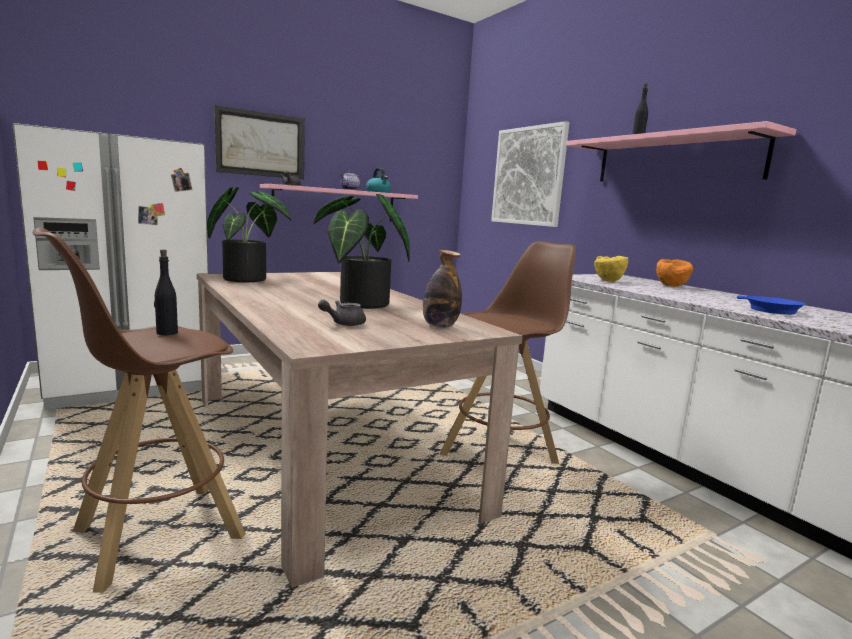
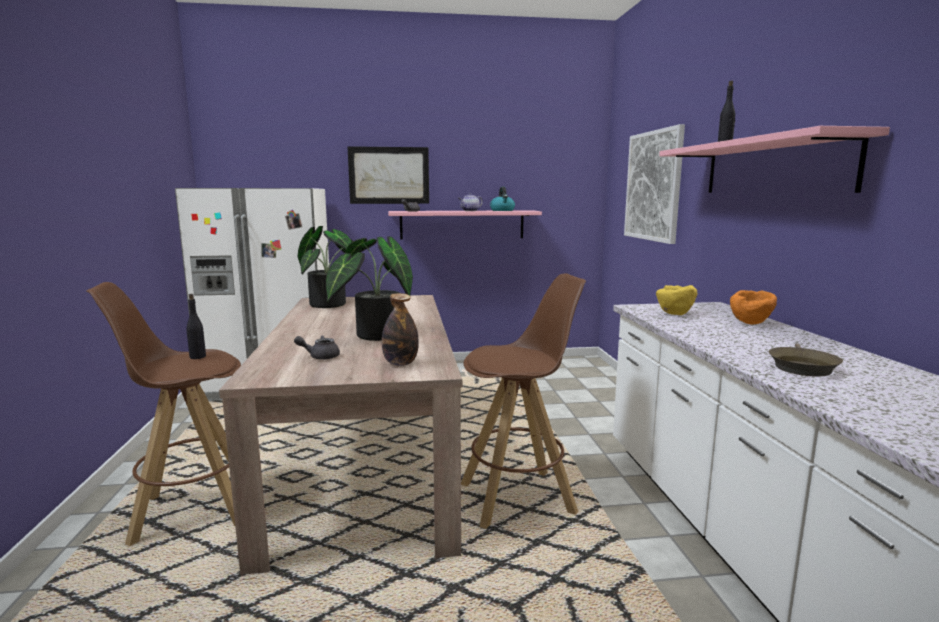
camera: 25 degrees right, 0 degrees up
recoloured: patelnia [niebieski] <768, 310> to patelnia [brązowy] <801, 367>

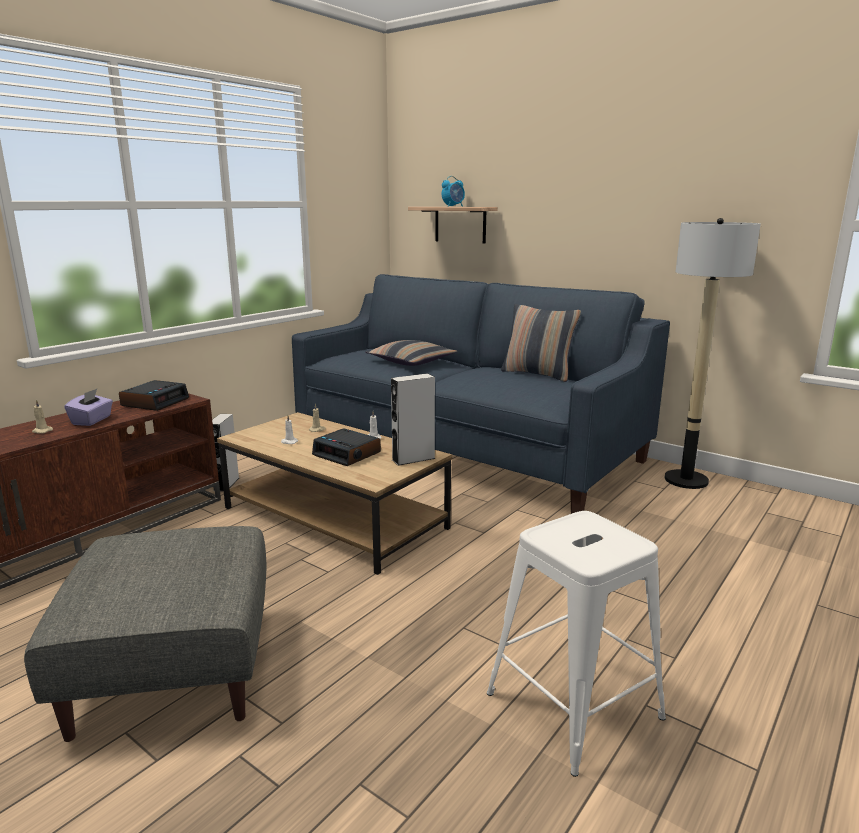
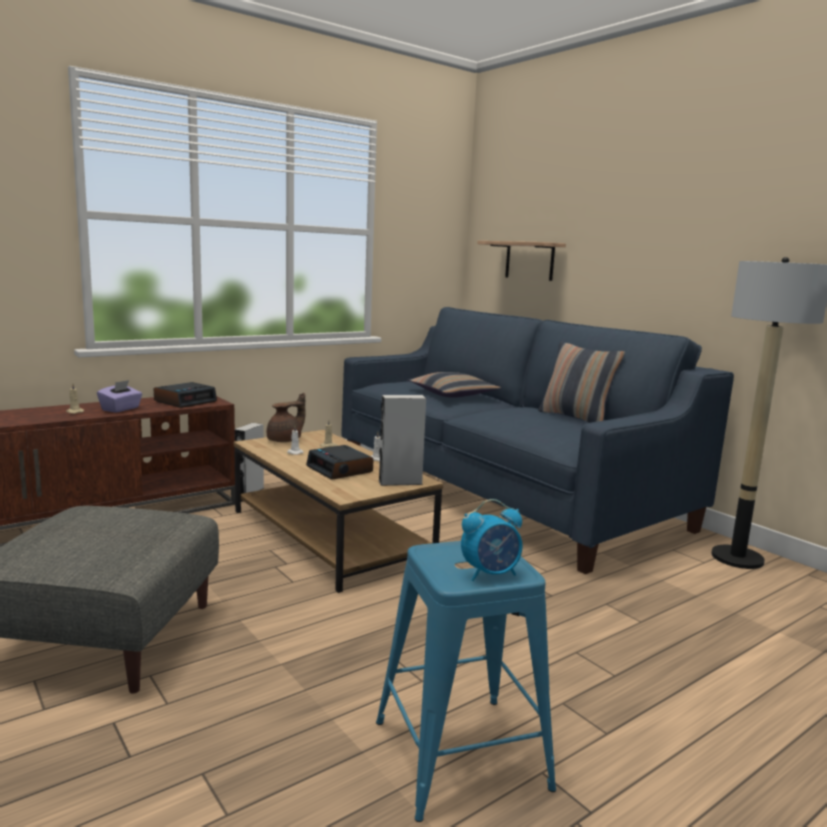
camera: 15 degrees right, 5 degrees down
added: imbryk [brązowy] <286, 440>
moved: budzik <453, 206> to <490, 574>
recoloured: stołek [biały] <573, 706> to stołek [niebieski] <460, 755>

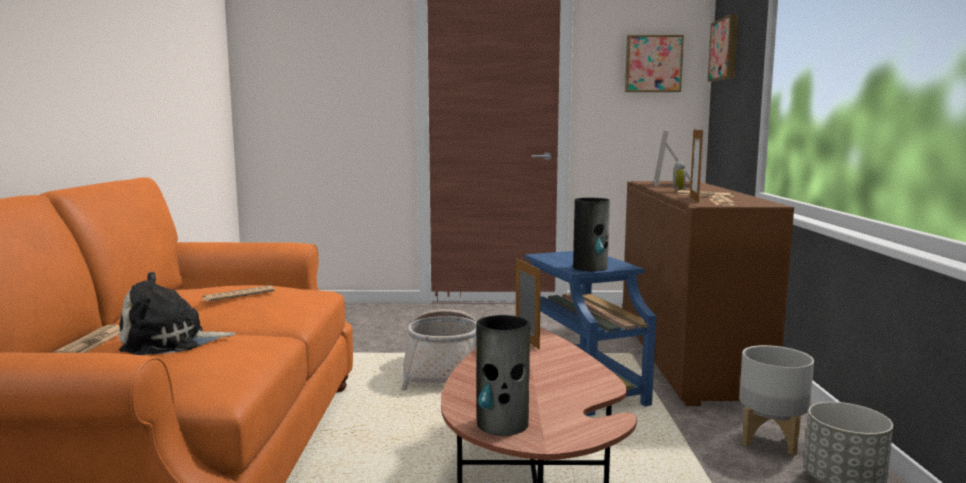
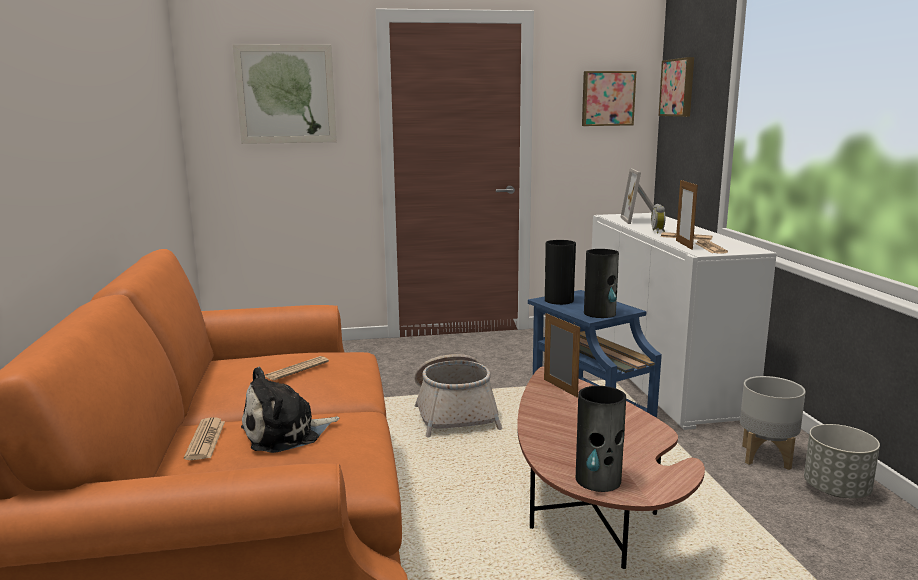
camera: 10 degrees left, 5 degrees up
added: obraz <286, 94>; wazon <558, 300>
recoloured: szafka [brązowy] <686, 355> to szafka [biały] <660, 377>

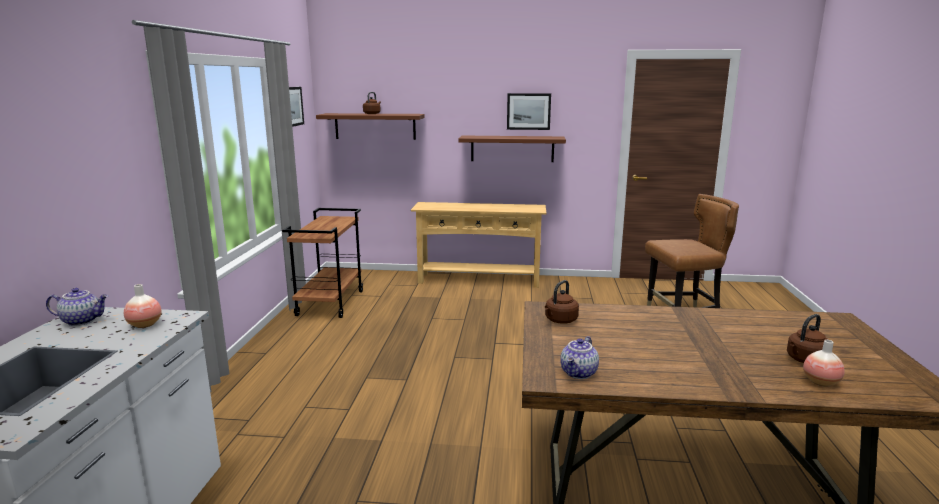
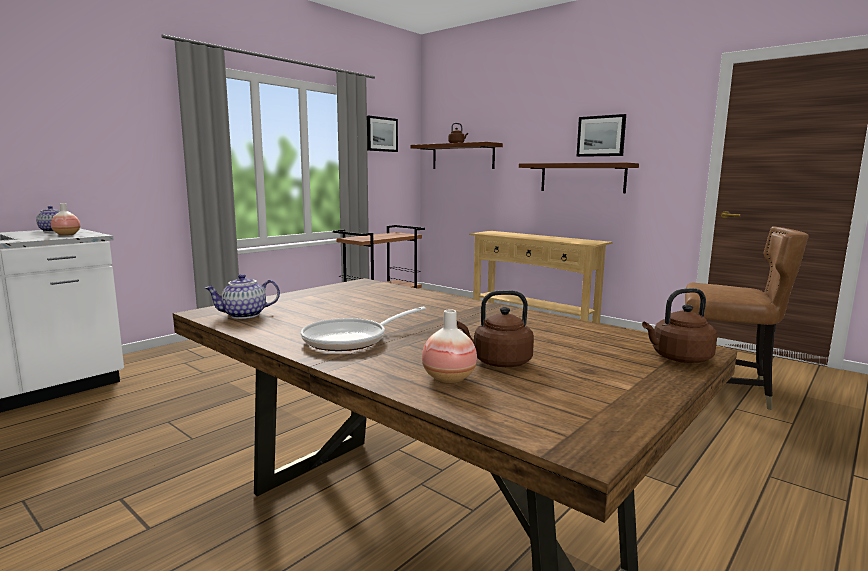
camera: 35 degrees right, 5 degrees down
added: patelnia <351, 340>
moved: czajnik [brązowy] <560, 320> to <678, 358>

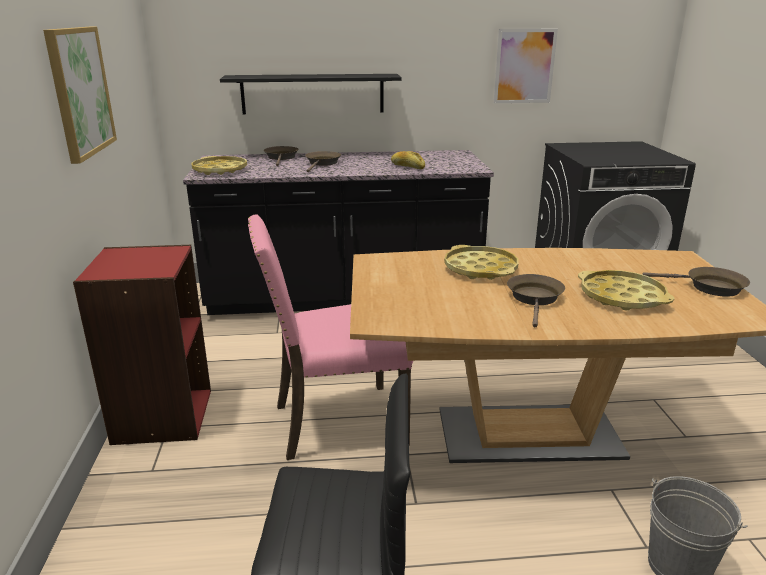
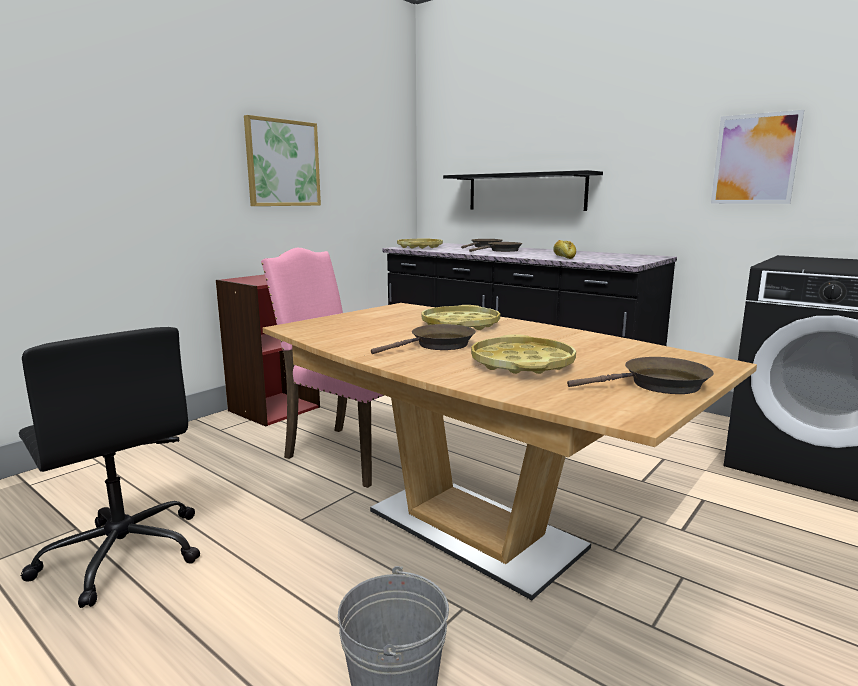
camera: 45 degrees right, 10 degrees down
turned: patelnia [brązowy] <709, 287> = <658, 385> 75 degrees counterclockwise

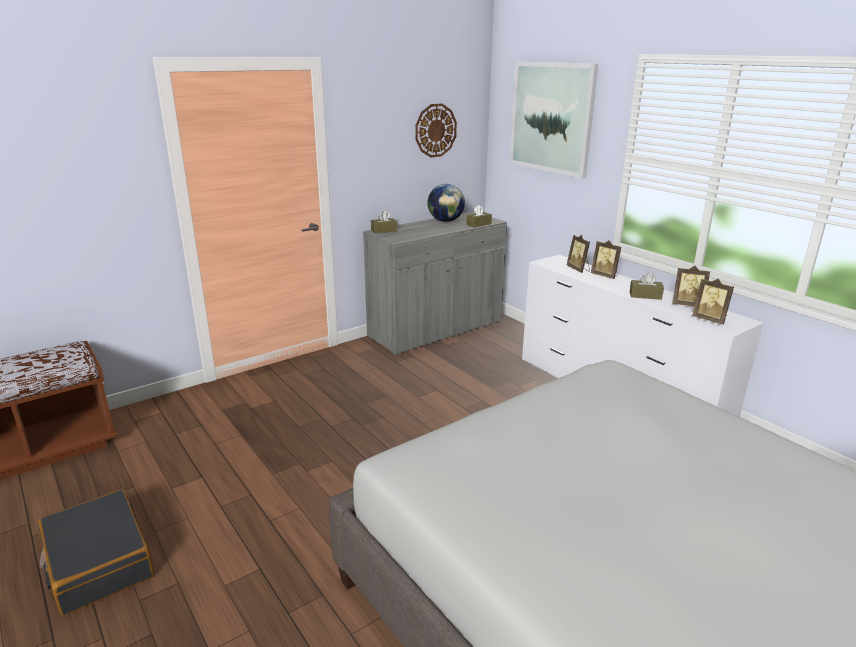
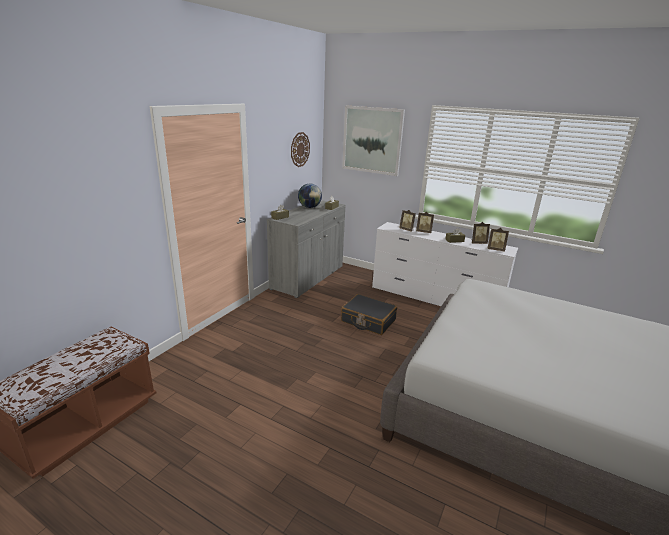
camera: 25 degrees left, 0 degrees up
moved: walizka [czarny] <98, 562> to <368, 321>

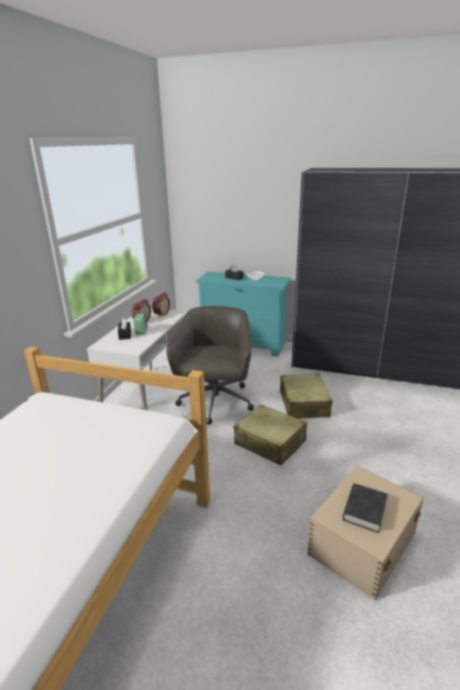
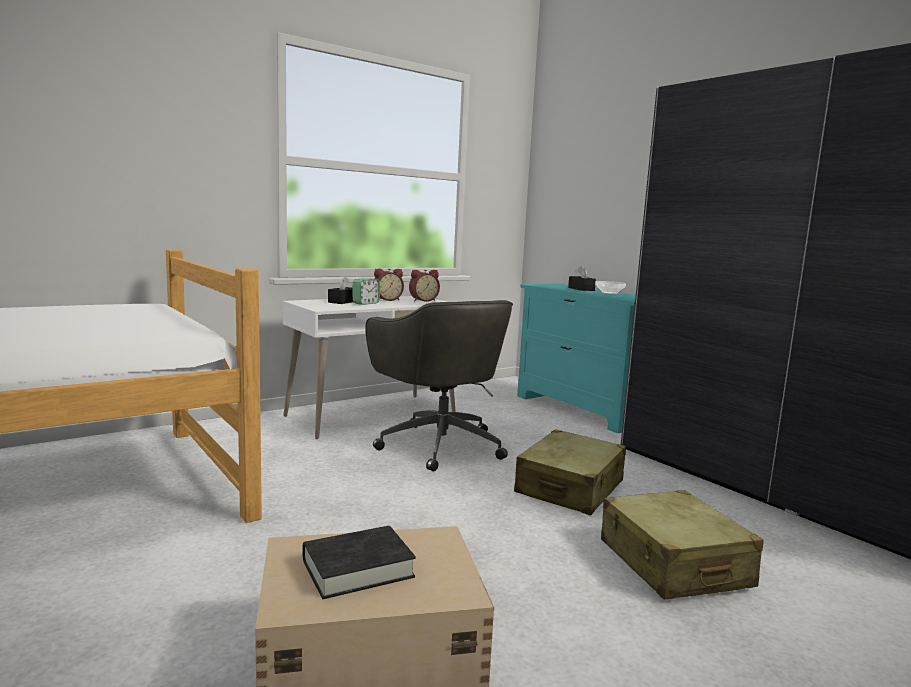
camera: 35 degrees right, 15 degrees down
moved: walizka [beżowy] <270, 443> to <673, 564>
turned: krzesło biurowe [szary] <215, 403> = <439, 444> 105 degrees clockwise

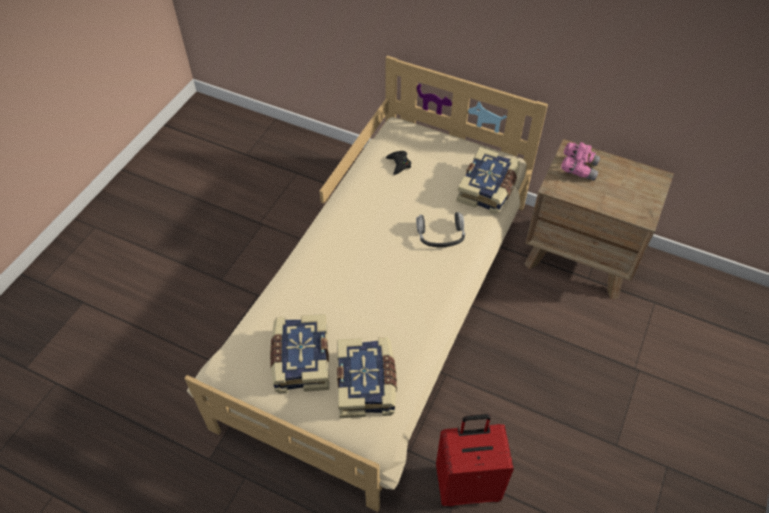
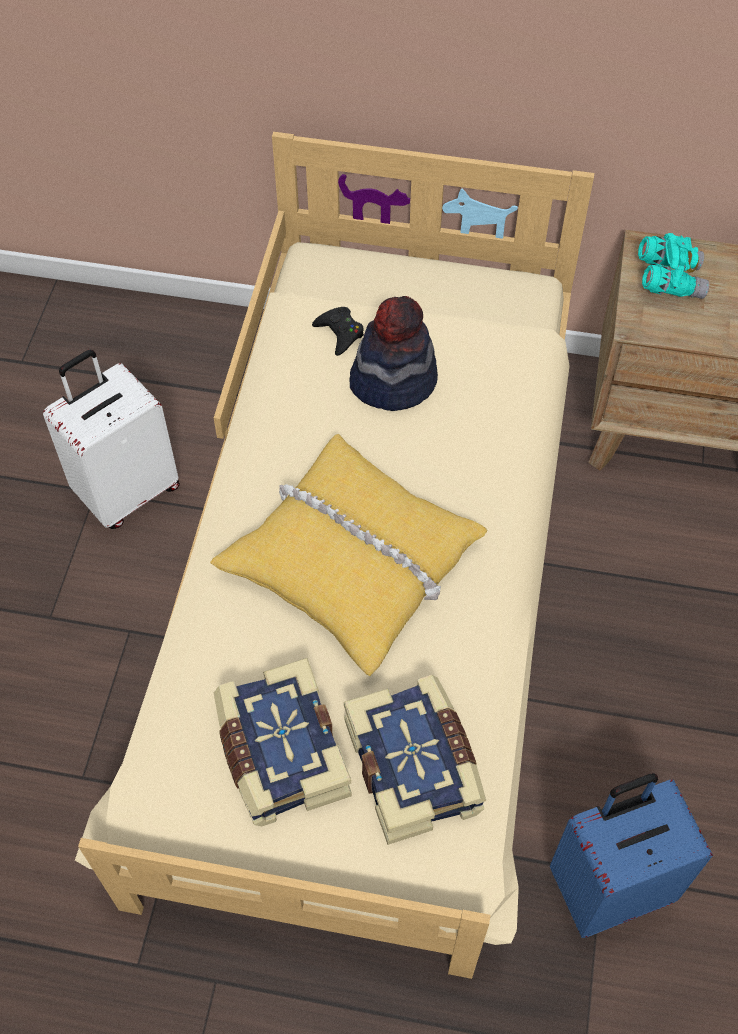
camera: 15 degrees left, 5 degrees up
removed: słuchawki <440, 235>; książka <488, 189>
added: walizka [biały] <127, 490>; poduszka [żółty] <352, 561>; kapelusz <393, 380>
recoloured: walizka [czerwony] <467, 484> to walizka [niebieski] <609, 885>; lornetka [różowy] <578, 168> to lornetka [turkusowy] <668, 280>

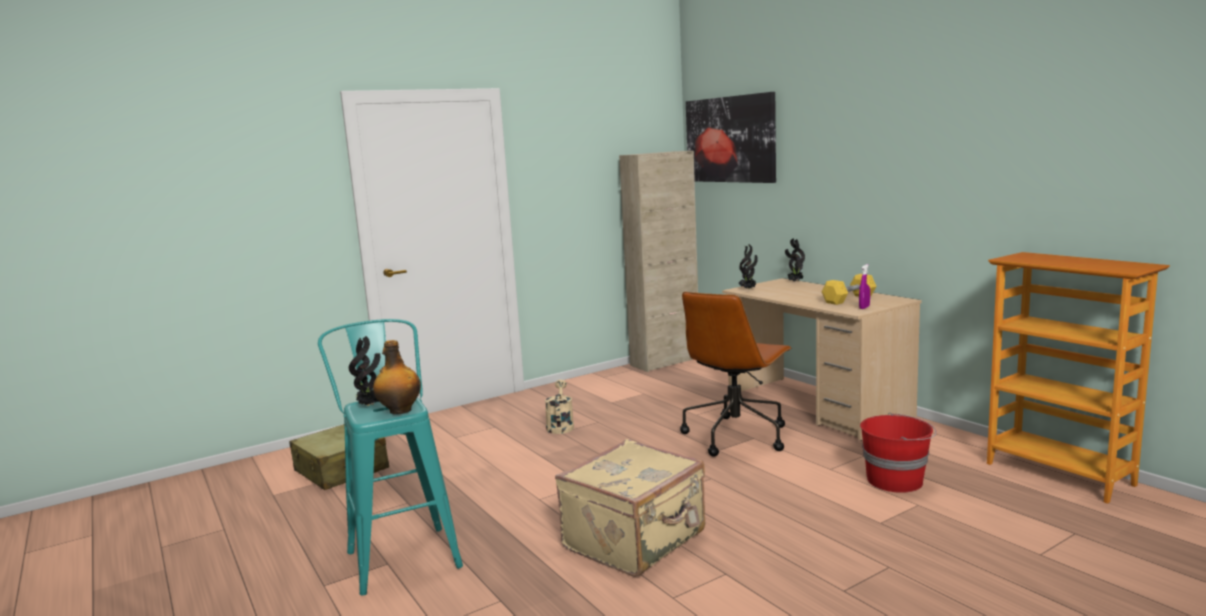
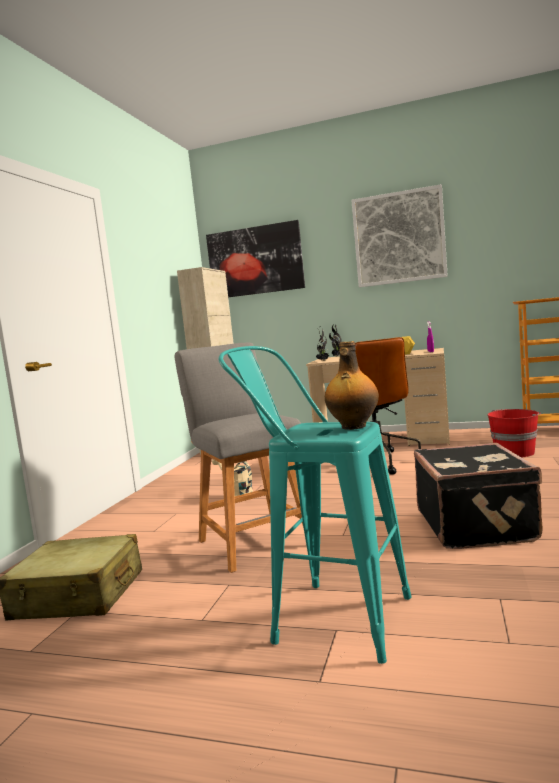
camera: 40 degrees left, 5 degrees down
removed: roślina doniczkowa <370, 405>
added: stołek [szary] <252, 540>; obraz <399, 238>
recoloured: walizka [beżowy] <636, 540> to walizka [czarny] <477, 525>

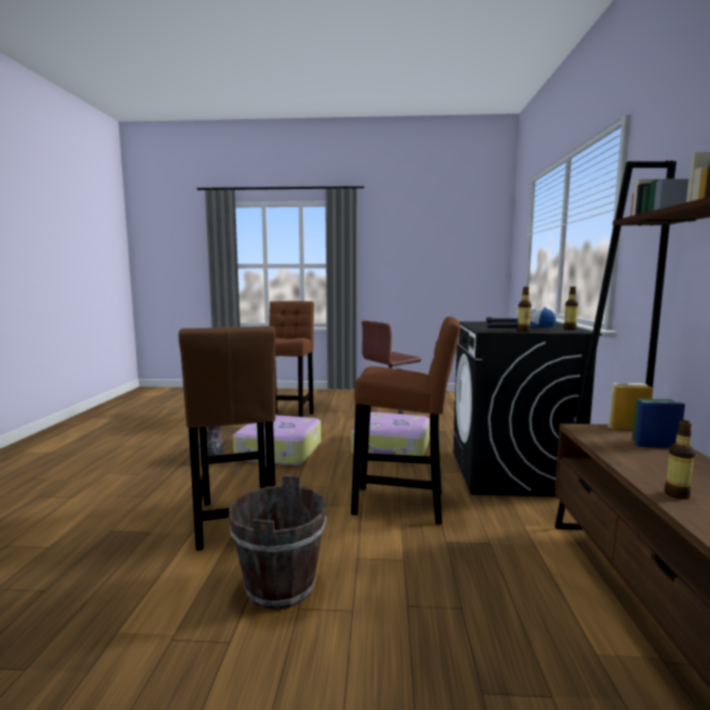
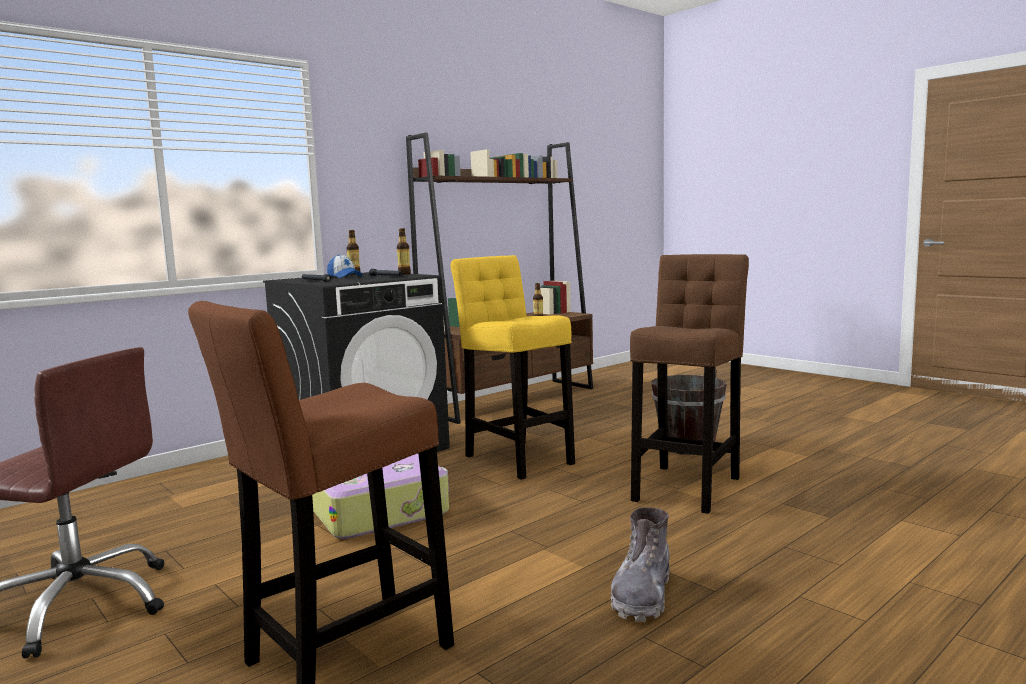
camera: 135 degrees left, 0 degrees up
removed: walizka <279, 451>
recoloured: stołek [brązowy] <404, 504> to stołek [żółty] <516, 458>

